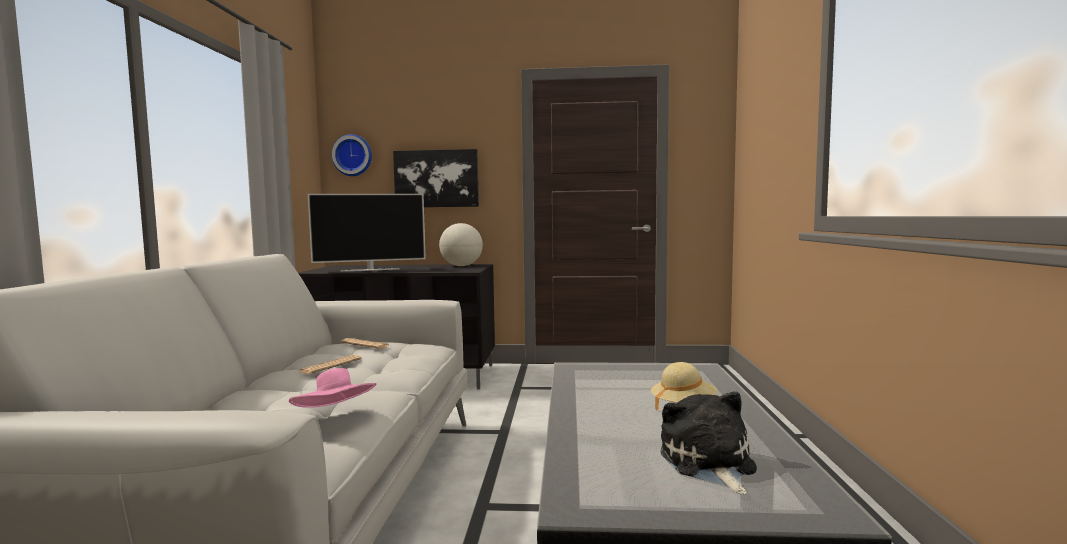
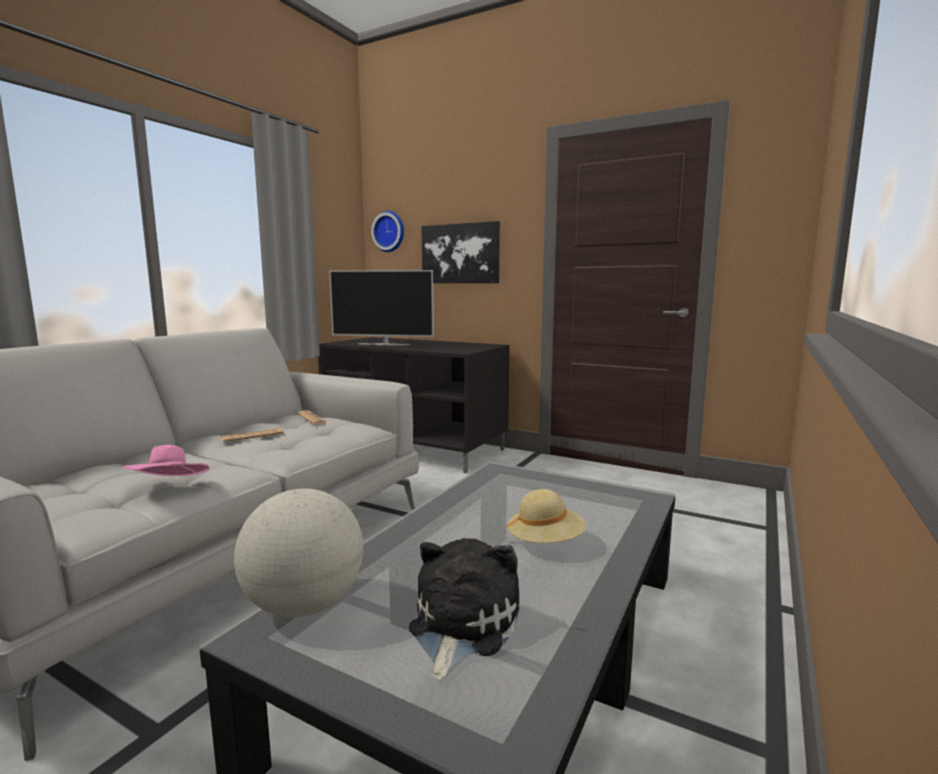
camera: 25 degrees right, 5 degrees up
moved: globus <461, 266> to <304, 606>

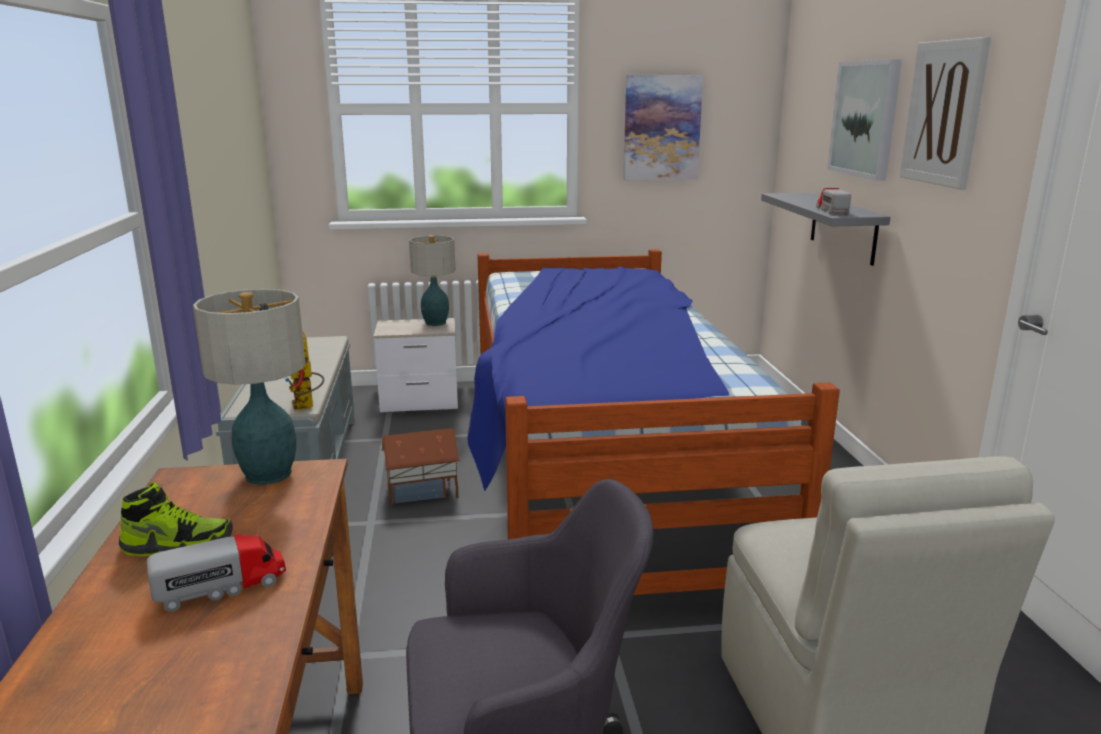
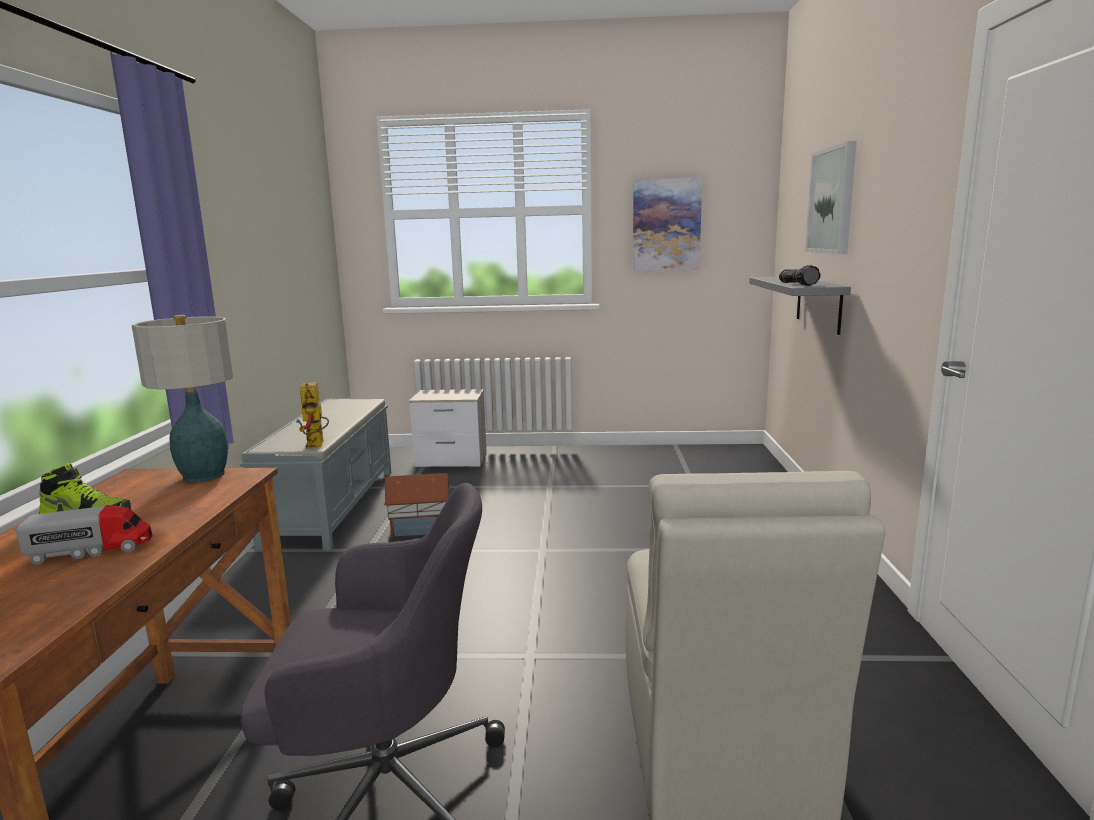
camera: 10 degrees right, 5 degrees down
removed: lampa stołowa <435, 323>; łóżko <600, 472>; obraz <943, 113>
replaced: ciężarówka zabawkowa <832, 211> to latarka <798, 284>

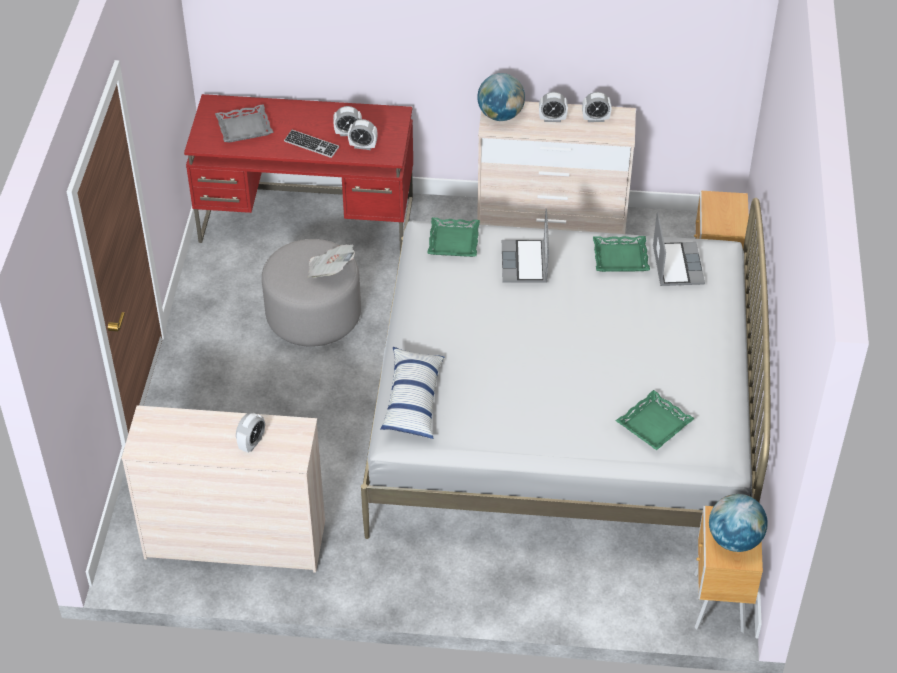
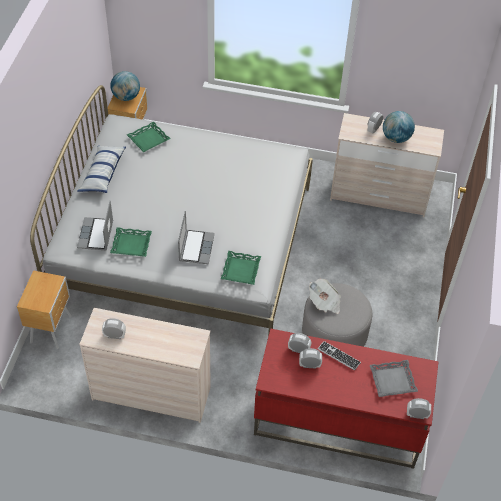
camera: 175 degrees left, 5 degrees up
moved: poduszka <413, 400> to <102, 174>; globus <500, 115> to <396, 138>; budzik <552, 119> to <416, 415>

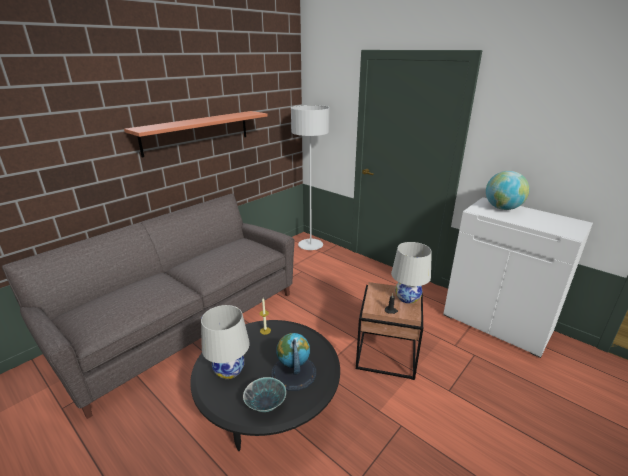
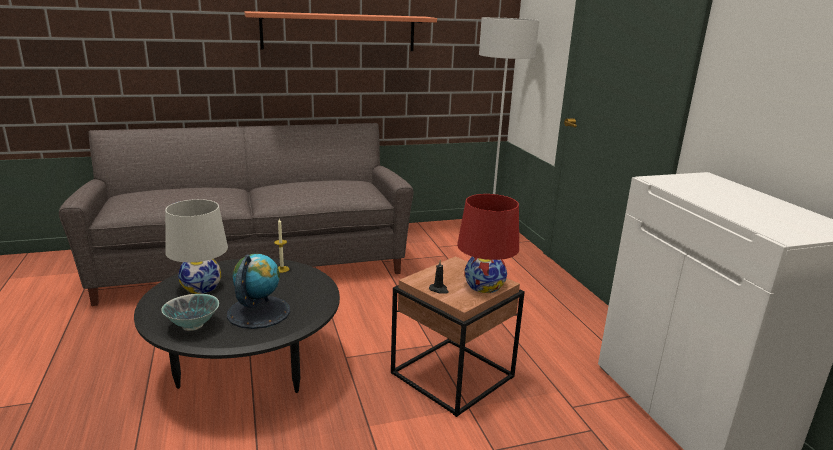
camera: 30 degrees right, 5 degrees down
removed: globus <502, 208>
recoloured: lampa stołowa [biały] <407, 297> to lampa stołowa [czerwony] <484, 285>

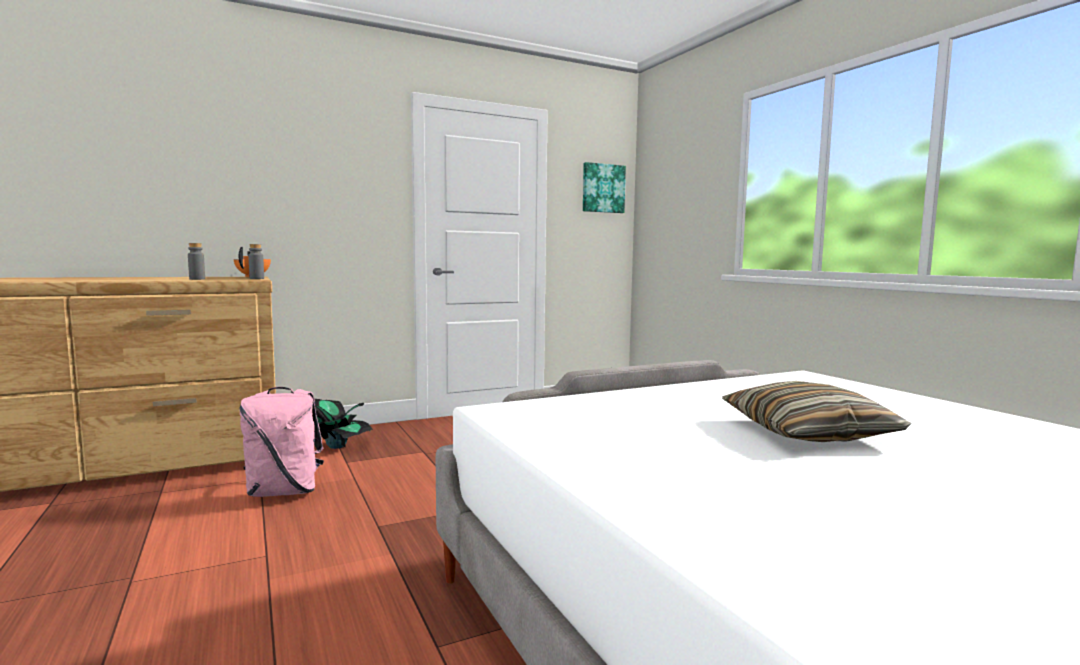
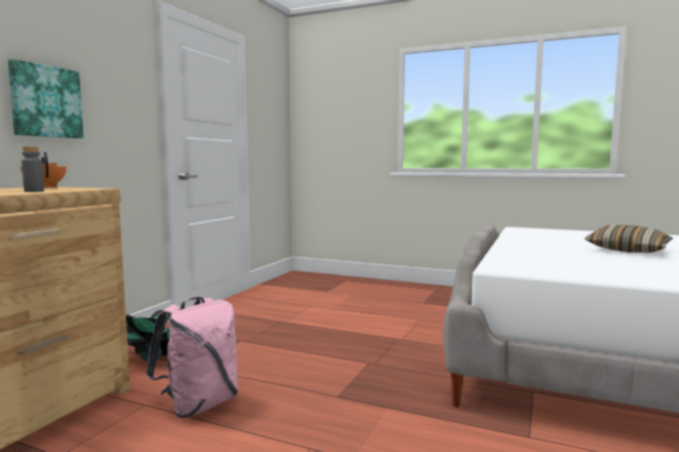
camera: 40 degrees left, 0 degrees up
removed: butelka [szary] <257, 278>
moved: obraz <602, 188> to <45, 101>

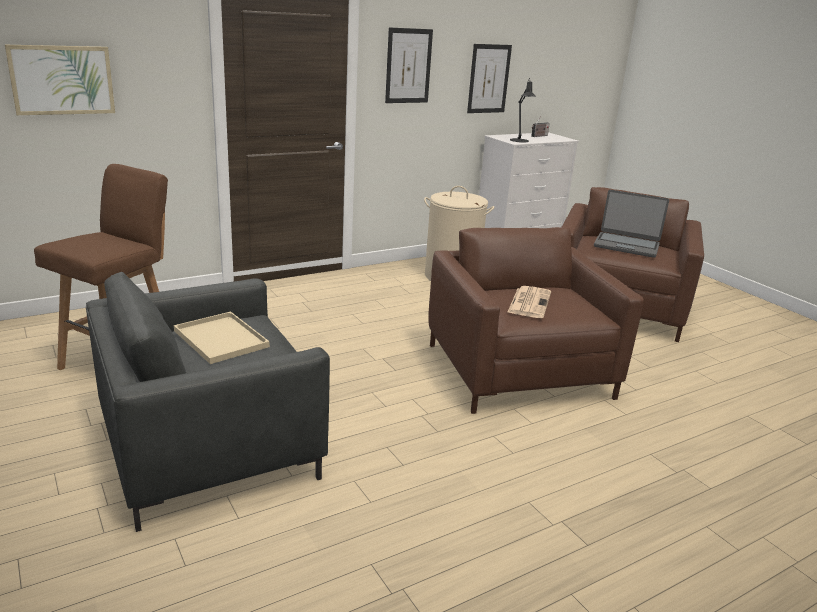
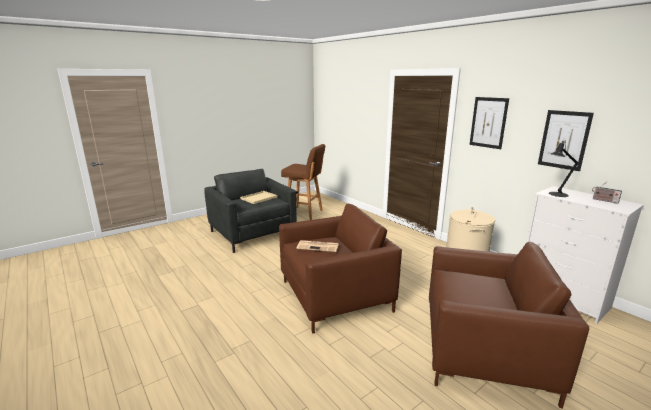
camera: 85 degrees right, 5 degrees down
removed: obraz <62, 80>; laptop <626, 245>

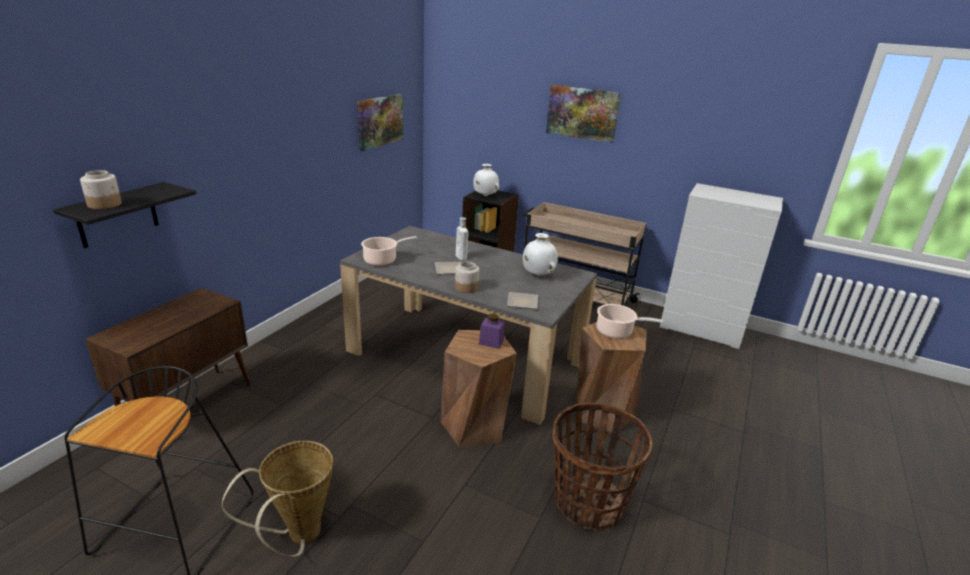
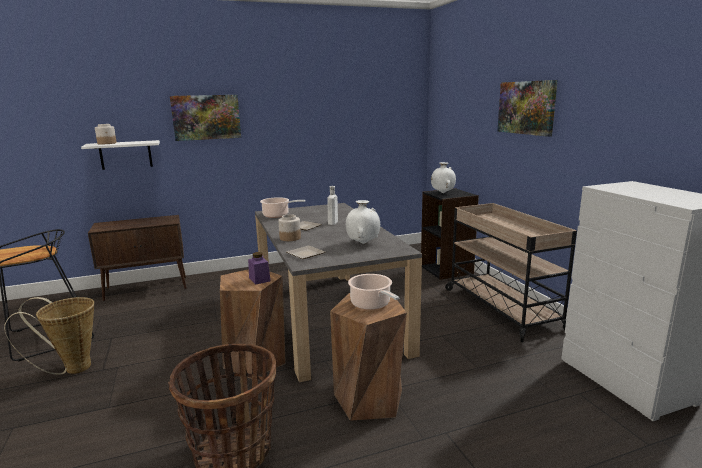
camera: 45 degrees right, 10 degrees down
moved: obraz <379, 121> to <206, 117>
recoloured: półka [czarny] <117, 215> to półka [biały] <126, 155>

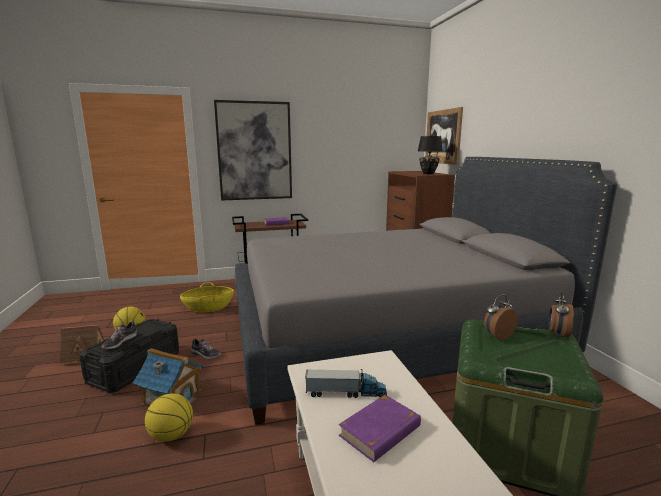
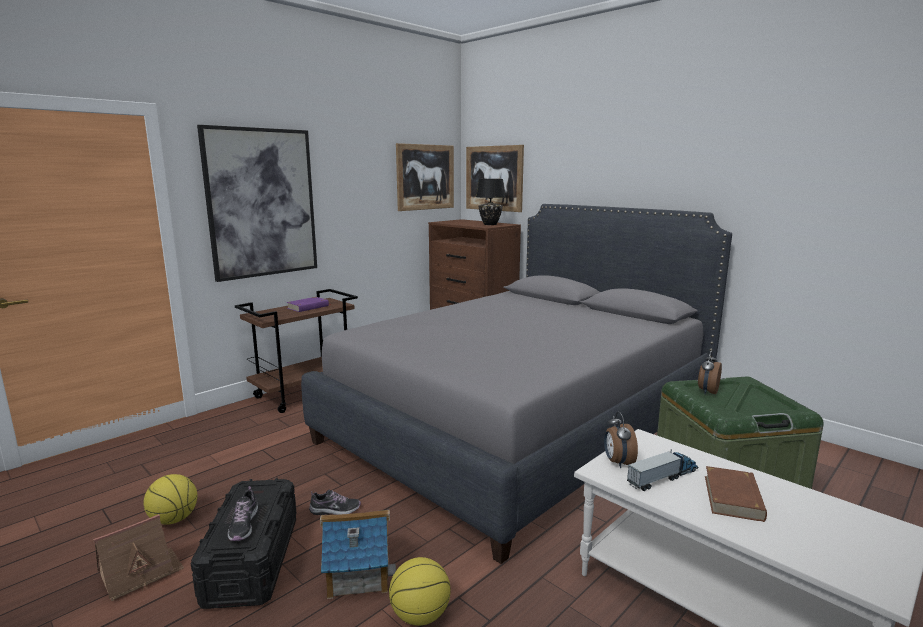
camera: 30 degrees left, 0 degrees up
removed: koszyk <208, 307>
added: obraz <425, 177>
moved: budzik <557, 334> to <617, 462>
recoloured: książka [fioletowy] <380, 431> to książka [brązowy] <733, 497>

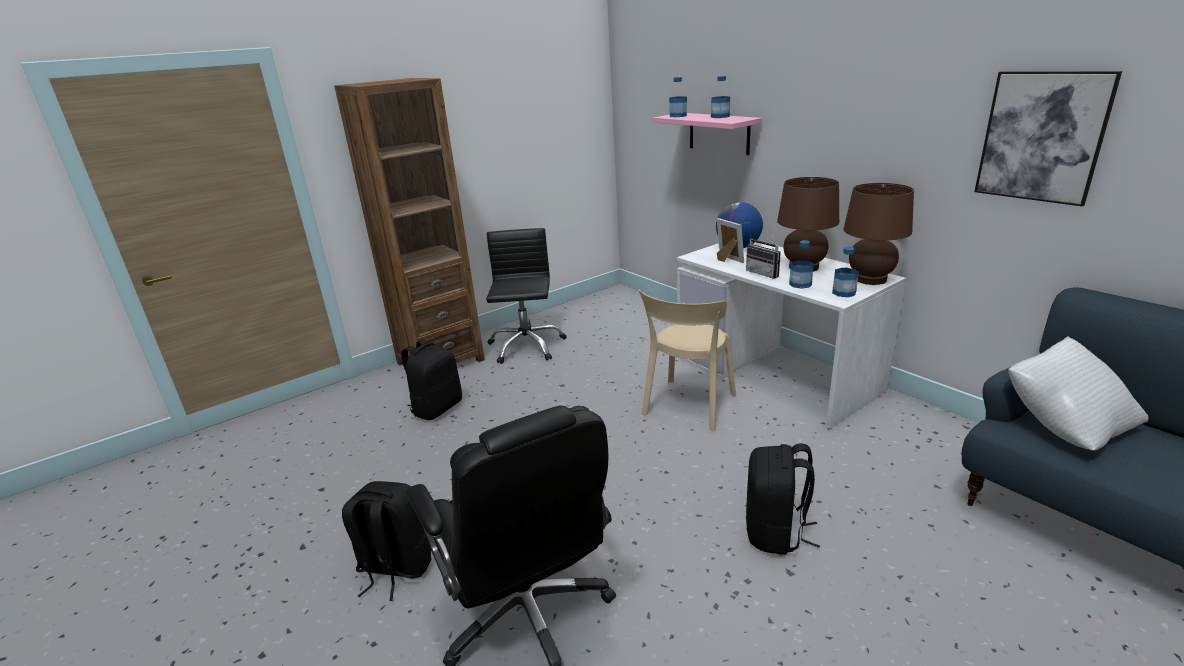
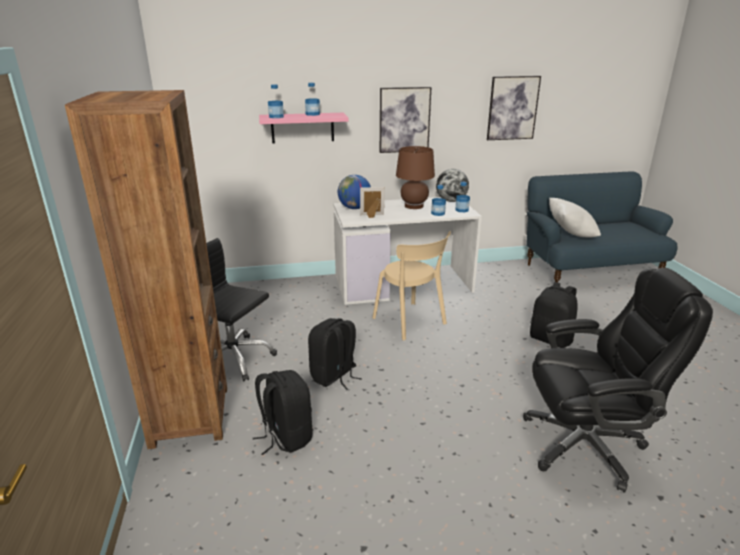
camera: 65 degrees left, 0 degrees up
removed: radio <765, 273>
added: obraz <404, 120>
moved: plecak [czarny] <395, 568> to <334, 376>
replaced: lampa stołowa [brązowy] <870, 279> to globus <451, 201>

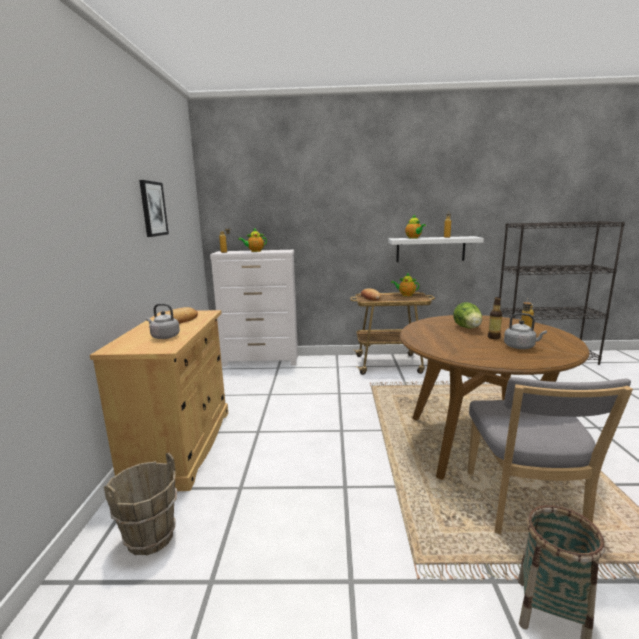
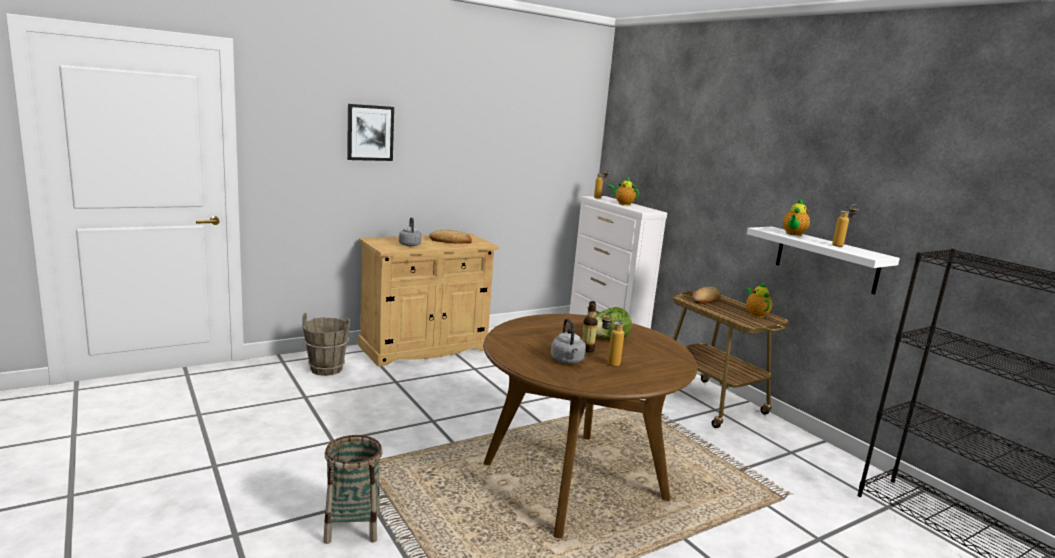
camera: 55 degrees right, 0 degrees up
removed: krzesło [szary] <524, 506>
moved: obraz <153, 209> to <370, 132>

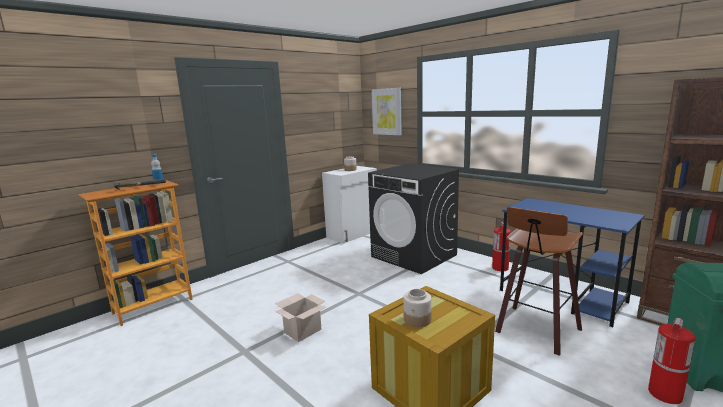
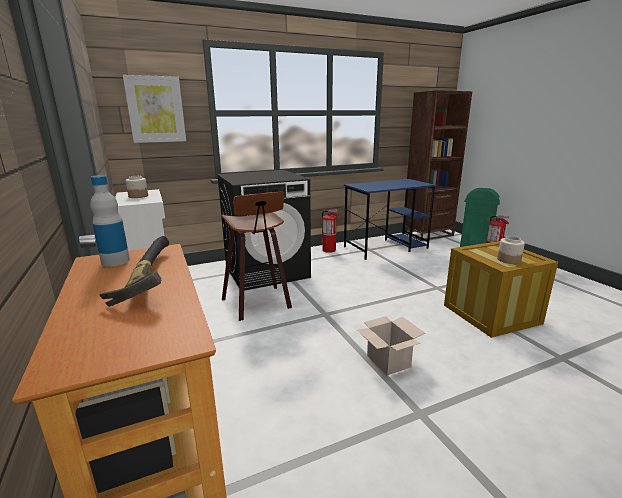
camera: 70 degrees left, 5 degrees up
moved: stołek <535, 331> to <258, 304>

